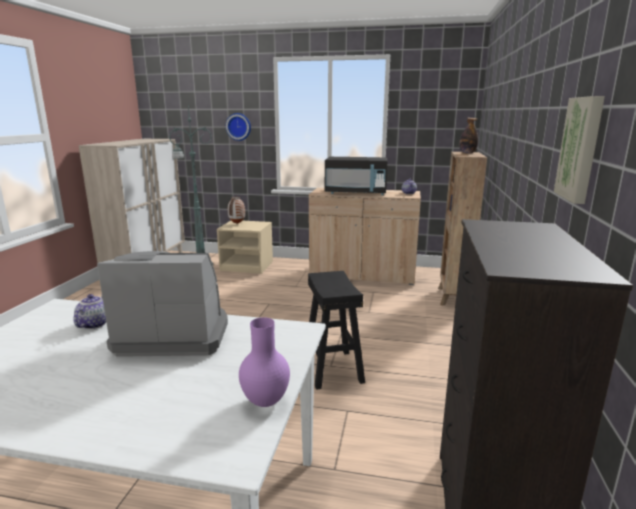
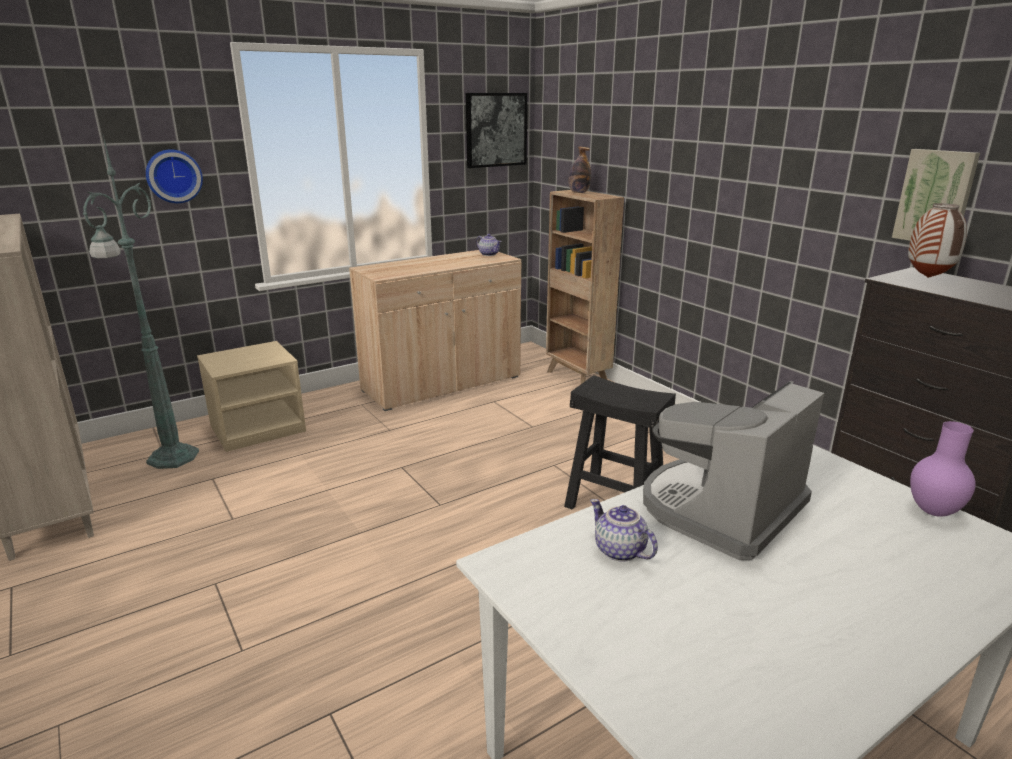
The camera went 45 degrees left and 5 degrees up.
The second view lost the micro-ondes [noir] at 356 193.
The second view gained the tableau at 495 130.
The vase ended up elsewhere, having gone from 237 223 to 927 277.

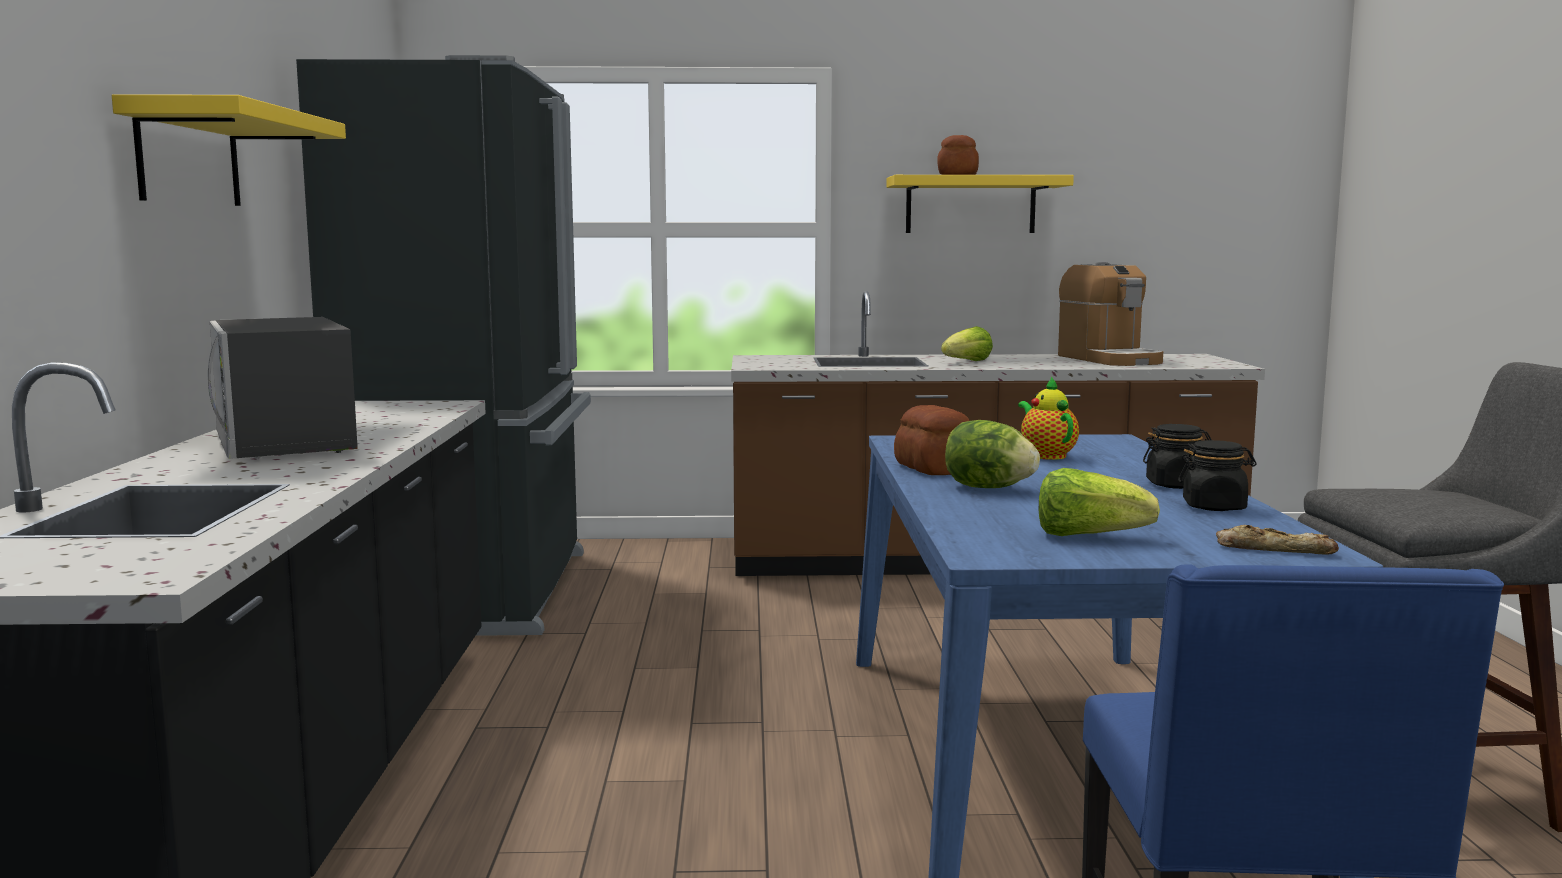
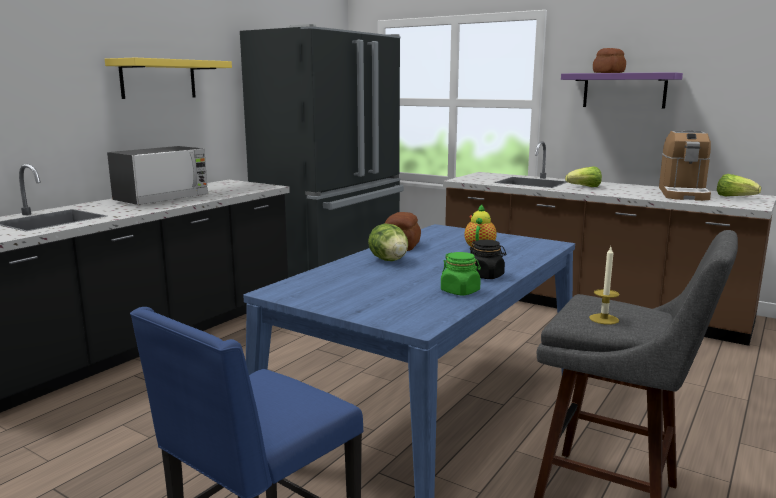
The camera went 35 degrees right and 5 degrees up.
The second view lost the pain at 1275 550.
The second view gained the bougie at 604 319.
The laitue ended up elsewhere, having gone from 1088 536 to 734 197.
What was the étagère [jaune] at 970 205 turned into the étagère [violet] at 624 90.
What was the bocal [noir] at 1214 507 turned into the bocal [vert] at 460 291.
The micro-ondes at 285 443 ended up facing another way, 150 degrees counterclockwise from before.

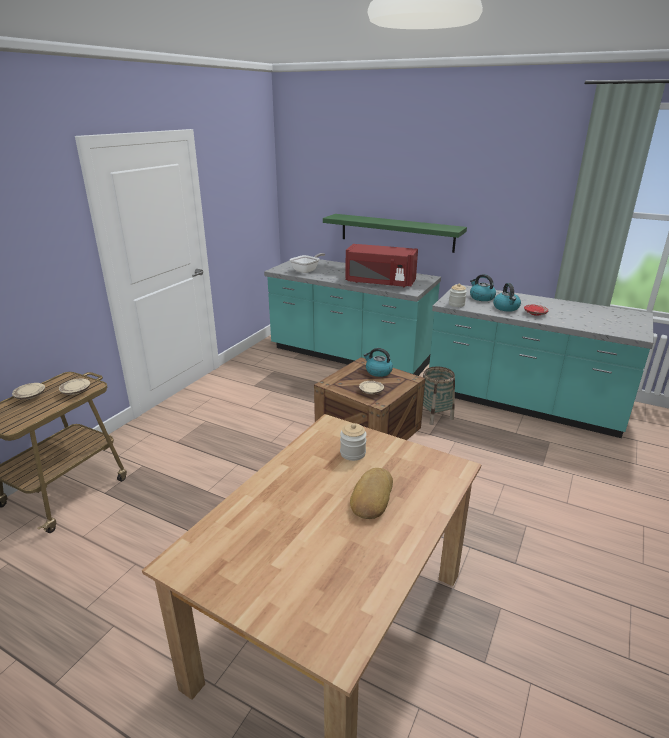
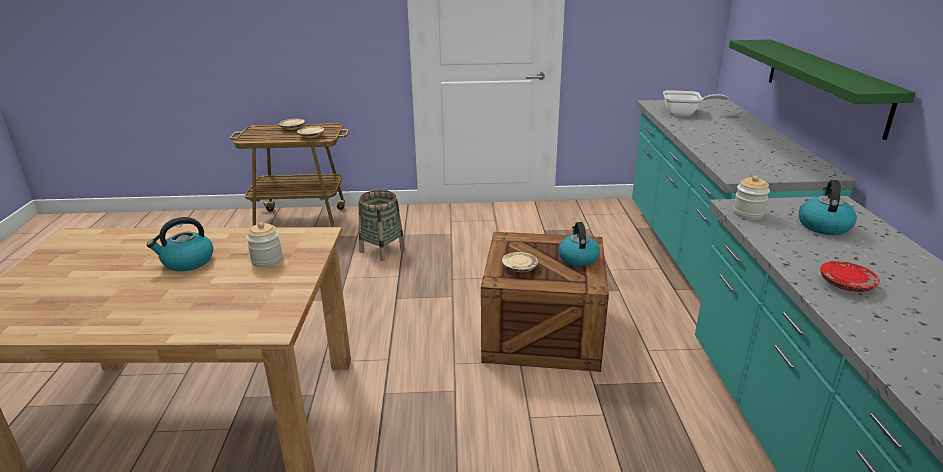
The camera went 60 degrees right and 0 degrees up.
The second view lost the micro-ondes [rouge] at 379 283.
The second view lost the pain at 370 497.
The panier ended up elsewhere, having gone from 435 415 to 382 250.
The bouilloire ended up elsewhere, having gone from 506 308 to 187 262.

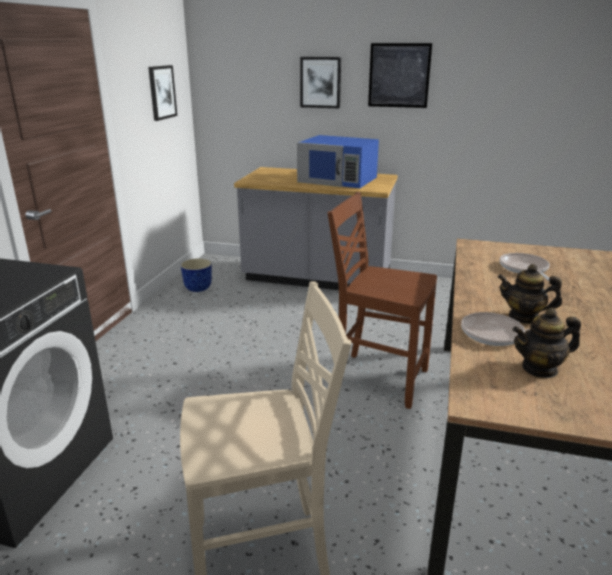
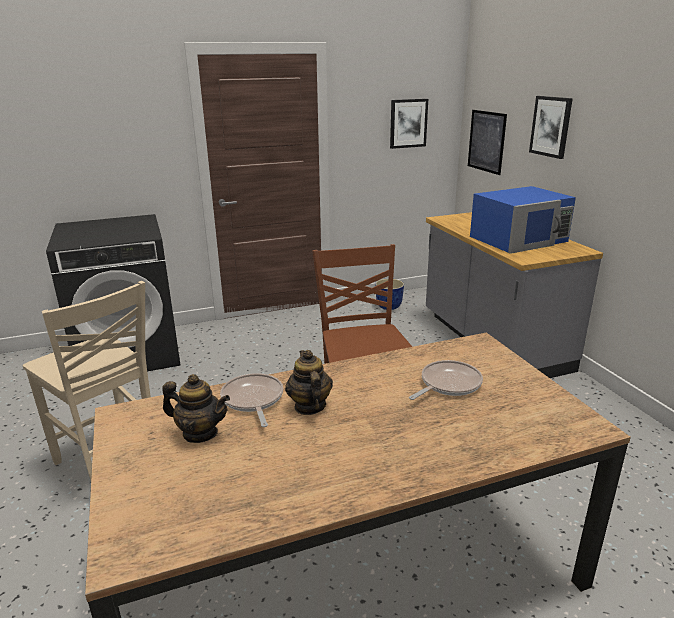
The camera went 55 degrees right and 0 degrees up.
The tableau ended up elsewhere, having gone from 399 75 to 486 141.
The micro-ondes [bleu] at 338 179 ended up facing another way, 105 degrees counterclockwise from before.
The théière at 540 369 ended up facing another way, 150 degrees clockwise from before.

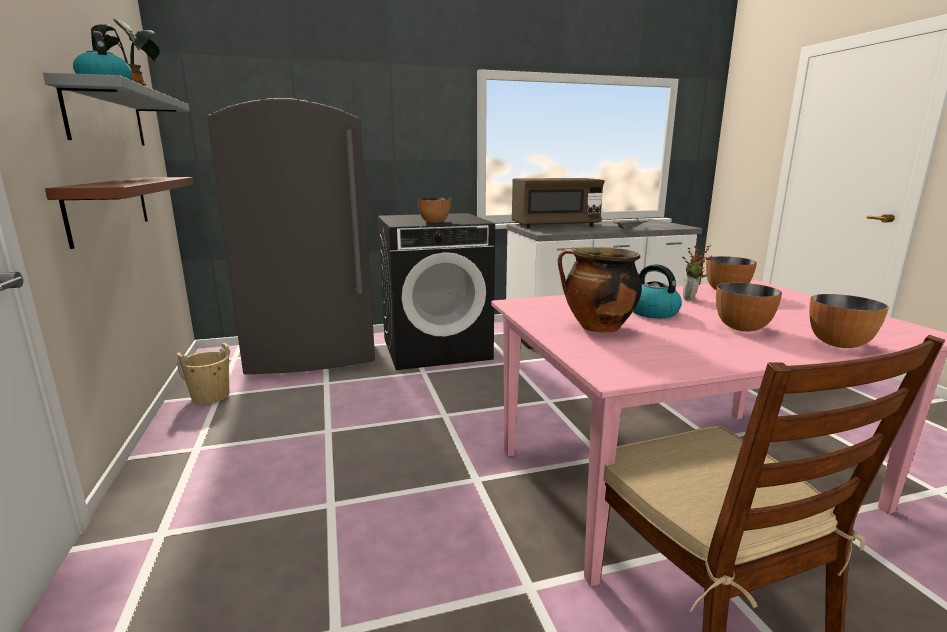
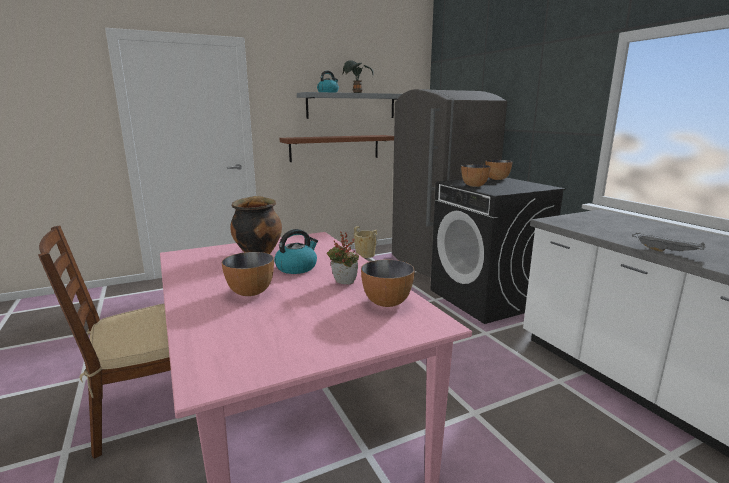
The camera went 80 degrees right and 0 degrees up.
The second view lost the micro-ondes [marron] at 555 225.
The bol ended up elsewhere, having gone from 838 344 to 497 179.

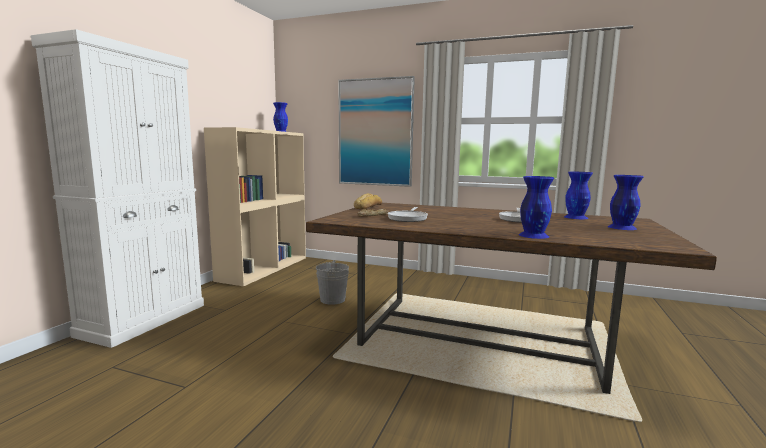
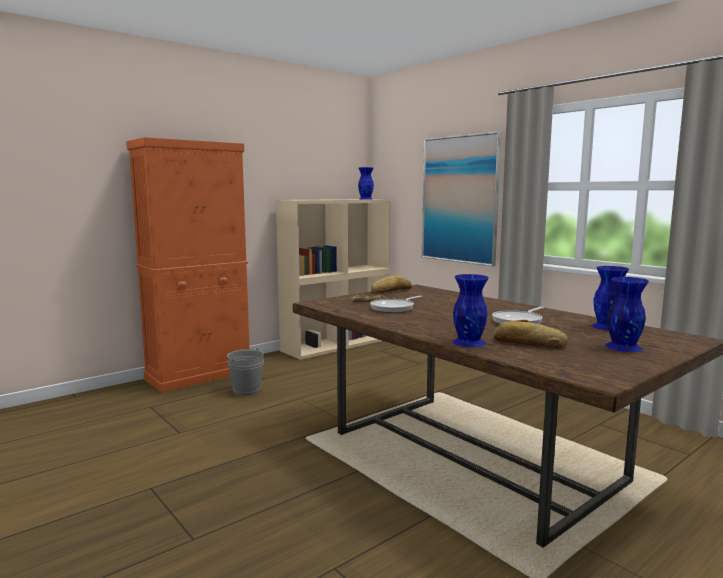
The camera went 30 degrees right and 0 degrees up.
The second view gained the pain at 528 343.
The seau [gris] ended up elsewhere, having gone from 332 299 to 247 391.
What was the meuble de rangement [blanc] at 144 319 turned into the meuble de rangement [orange] at 199 375.

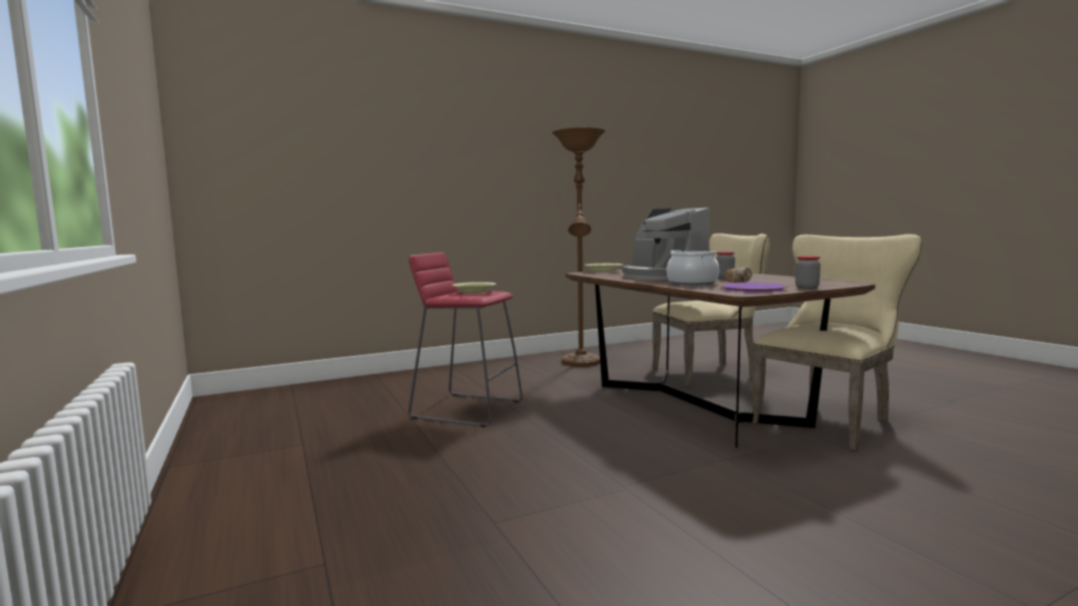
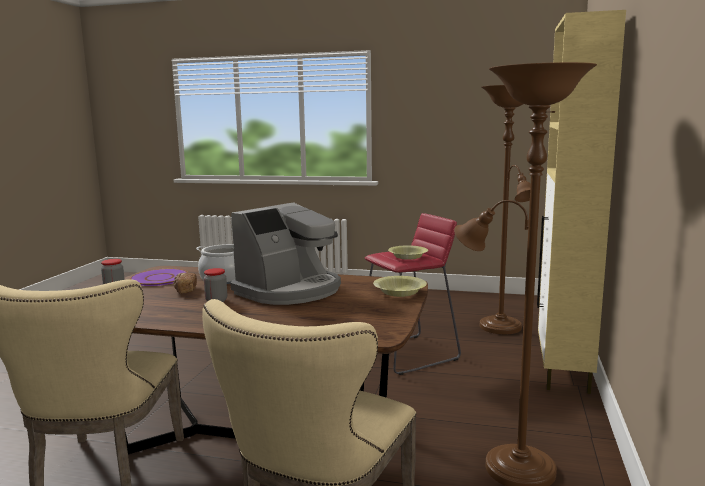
The camera went 130 degrees right and 5 degrees up.
The second view gained the lampadaire [marron] at 503 329.
The second view gained the meuble de rangement [beige] at 563 371.
The machine à café at 662 276 ended up facing another way, 120 degrees clockwise from before.

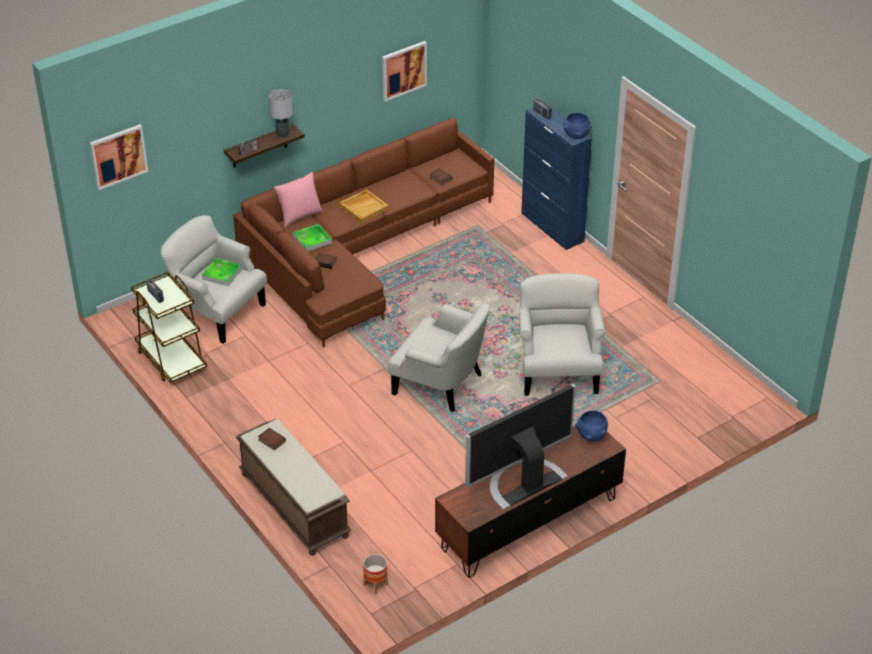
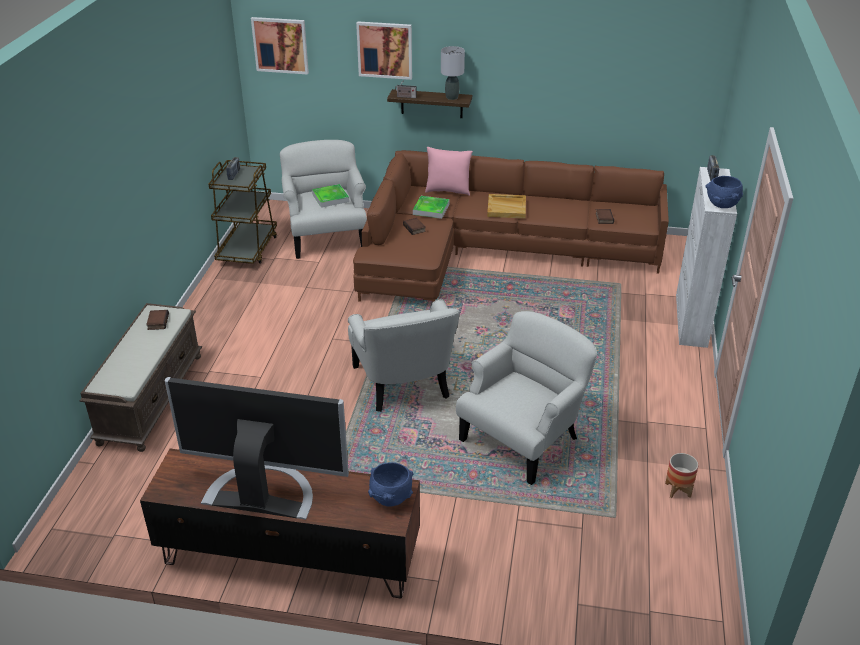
The camera went 45 degrees right and 5 degrees down.
The cache-pot ended up elsewhere, having gone from 375 584 to 678 490.
The tableau ended up elsewhere, having gone from 403 70 to 385 50.
What was the meuble de rangement [bleu] at 552 227 turned into the meuble de rangement [blanc] at 691 320.

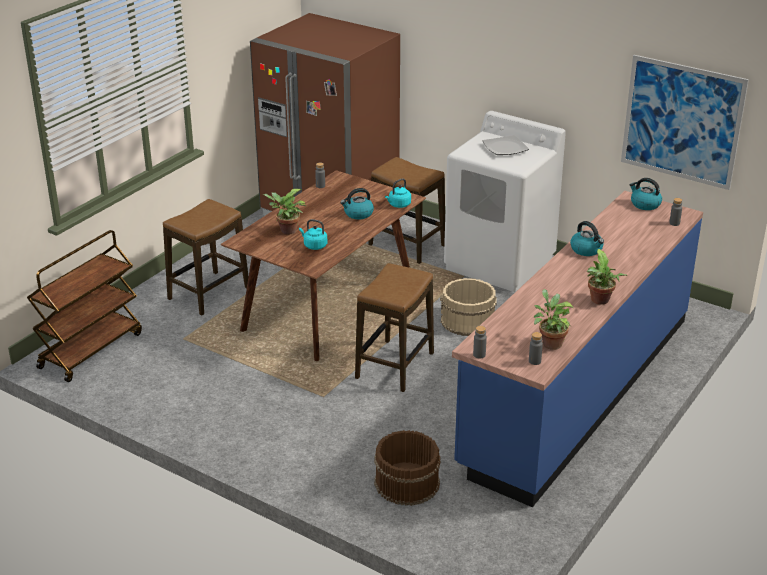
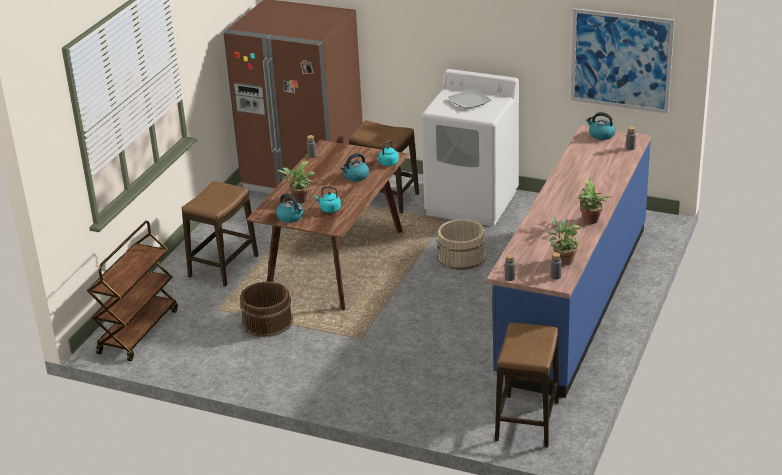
The camera went 10 degrees left and 0 degrees up.
The tabouret ended up elsewhere, having gone from 395 366 to 527 421.
The seau [marron] ended up elsewhere, having gone from 406 483 to 266 322.
The bouilloire ended up elsewhere, having gone from 586 250 to 291 217.

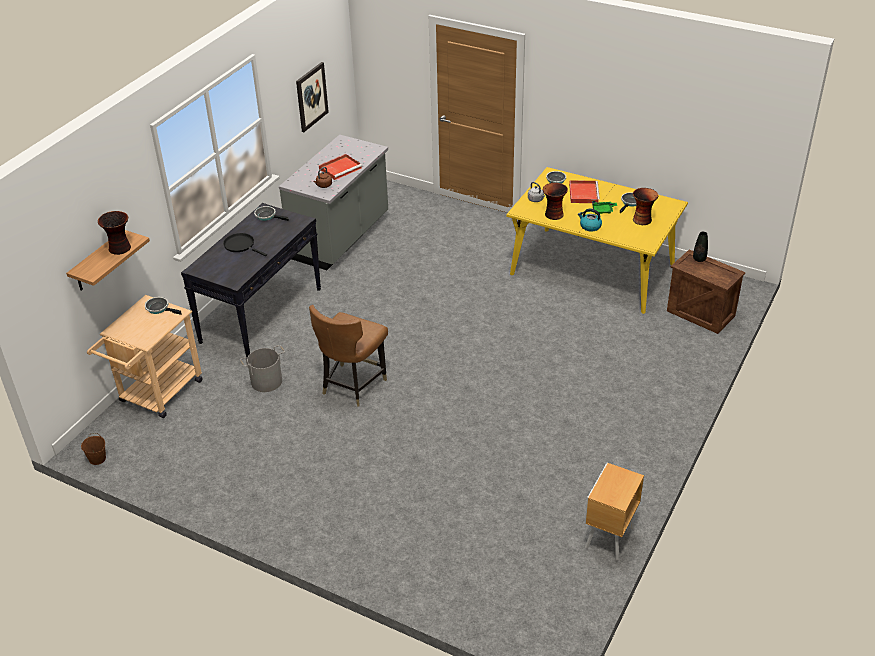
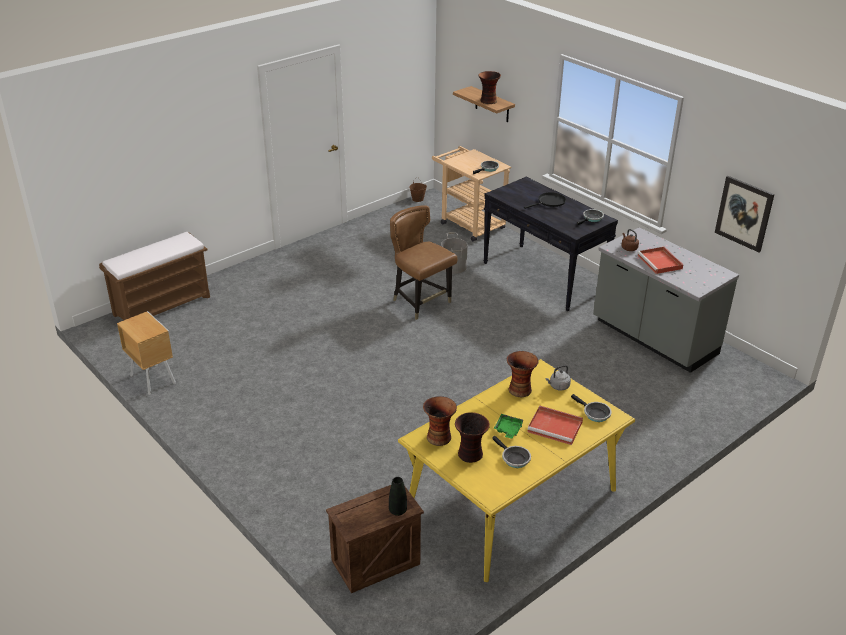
The camera went 110 degrees right and 5 degrees down.
The second view lost the bouilloire at 590 226.
The second view gained the banc [marron] at 163 305.
The second view gained the vase at 439 437.

